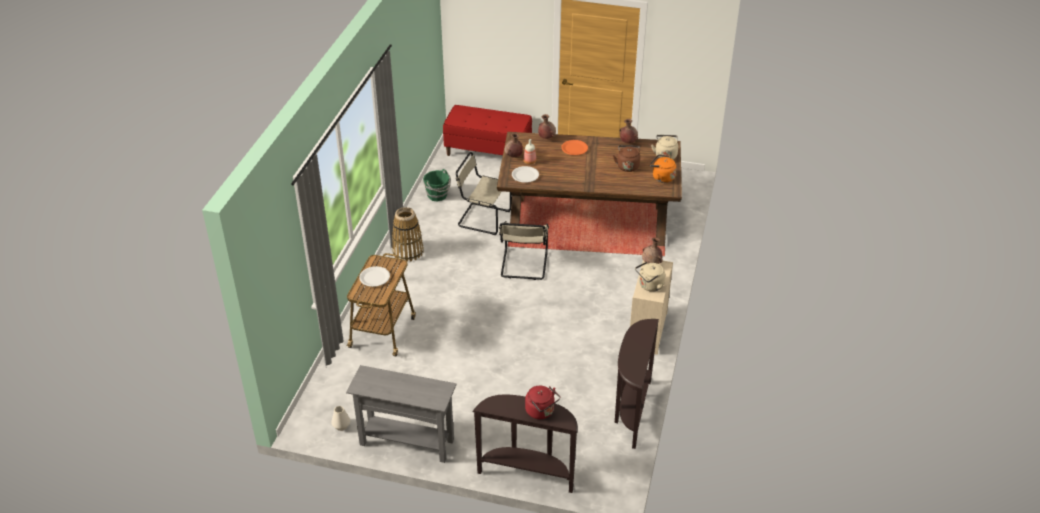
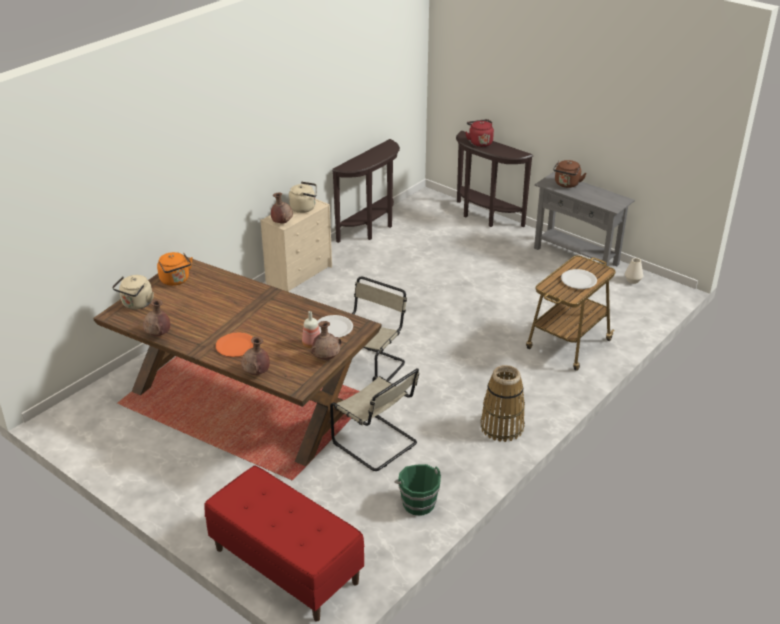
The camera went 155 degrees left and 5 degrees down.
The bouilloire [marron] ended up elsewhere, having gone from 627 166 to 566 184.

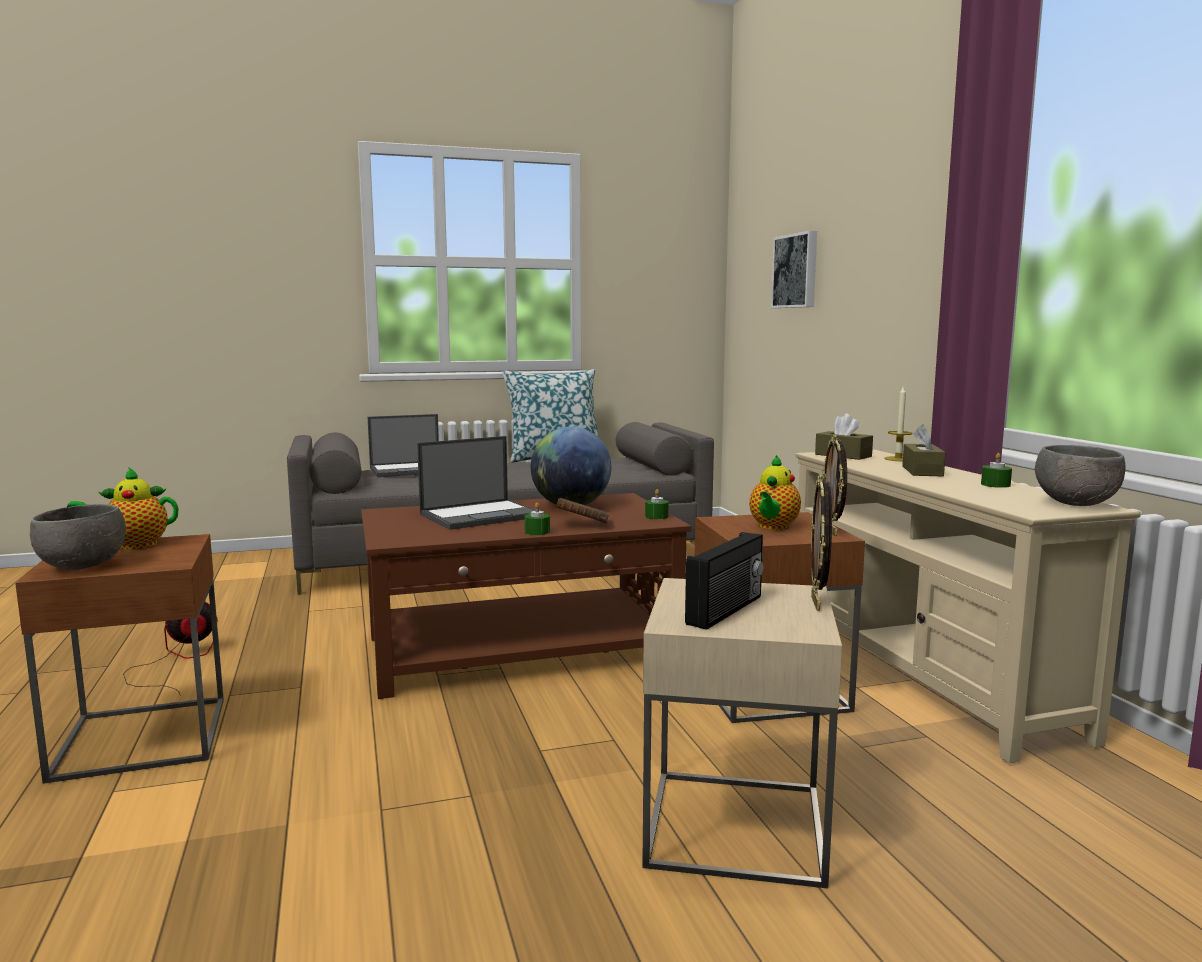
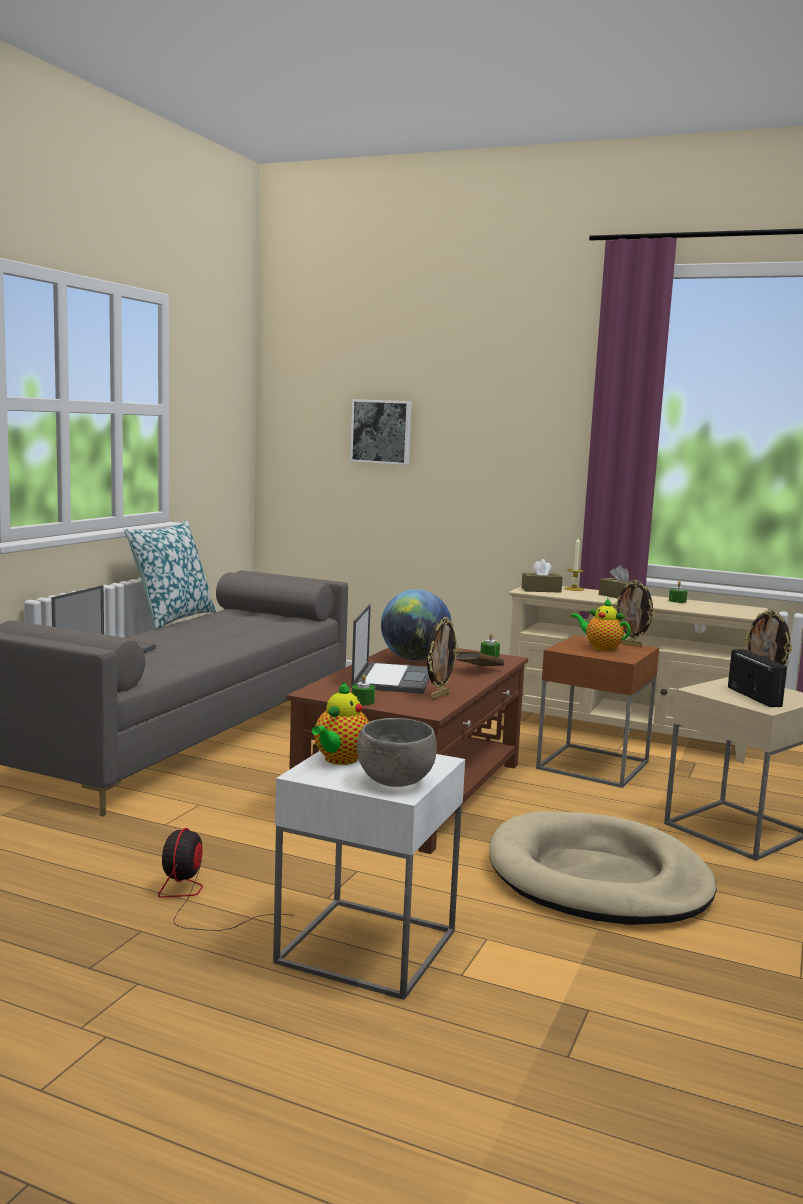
The camera went 50 degrees left and 0 degrees up.
The second view lost the bol [gris] at 1074 503.
The second view gained the cadre photo at 439 696.
The second view gained the panier pour chien [beige] at 597 878.
The bougie [vert] ended up elsewhere, having gone from 537 532 to 363 701.
What was the table d'appoint [marron] at 142 737 turned into the table d'appoint [blanc] at 367 946.
The théière at 773 527 ended up facing another way, 150 degrees clockwise from before.

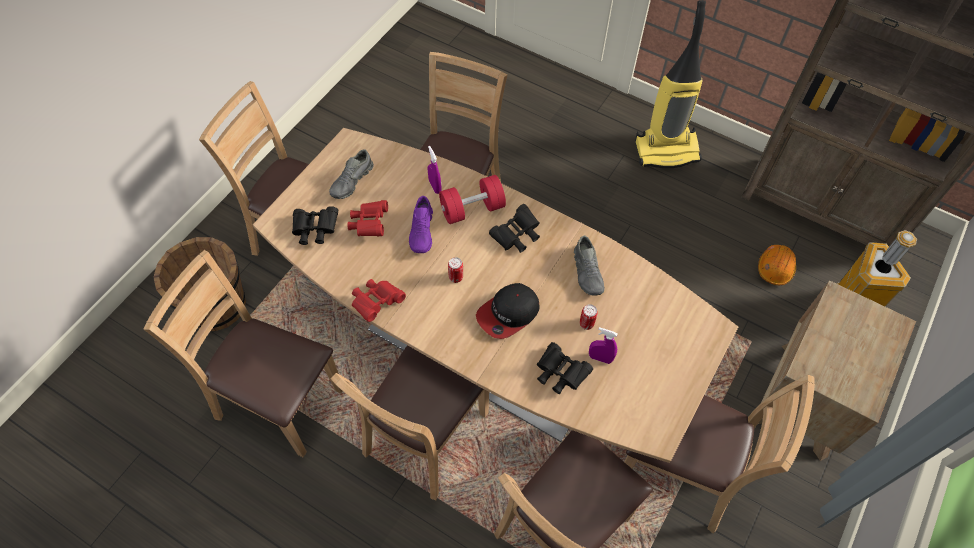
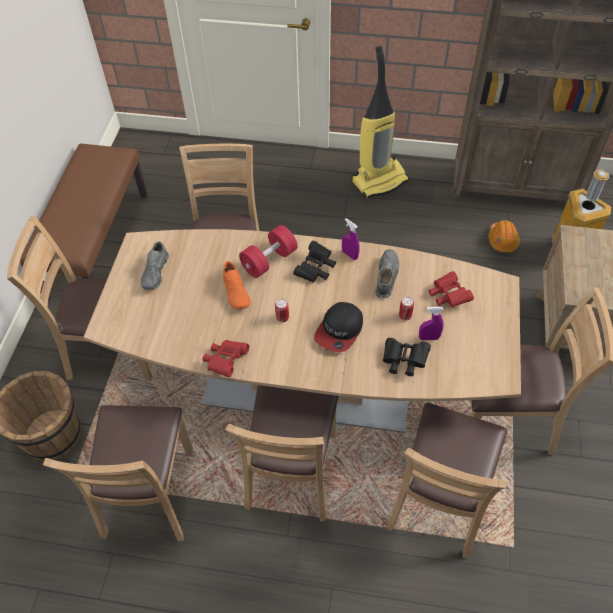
The camera went 20 degrees left and 5 degrees down.
The second view lost the jumelles [noir] at 315 230.
The second view gained the banc [marron] at 98 244.
The jumelles [rouge] ended up elsewhere, having gone from 369 224 to 448 296.
The vaporisateur [violet] ended up elsewhere, having gone from 435 186 to 350 255.
What was the chaussure [violet] at 422 232 turned into the chaussure [orange] at 236 292.
The chaise [marron] at 279 401 ended up facing another way, 90 degrees counterclockwise from before.
The chaussure [gris] at 588 272 ended up facing another way, 135 degrees counterclockwise from before.

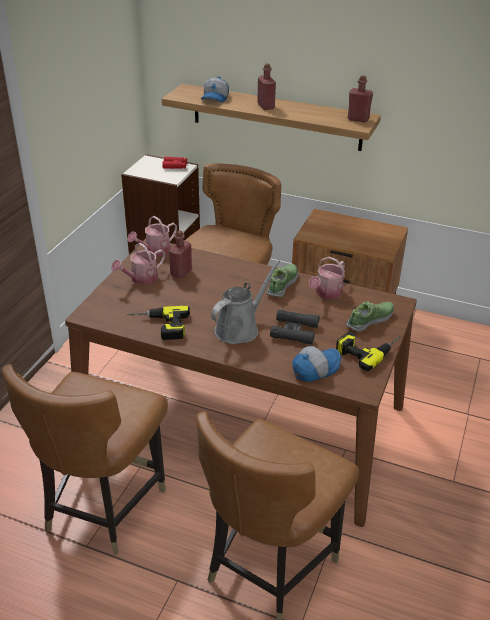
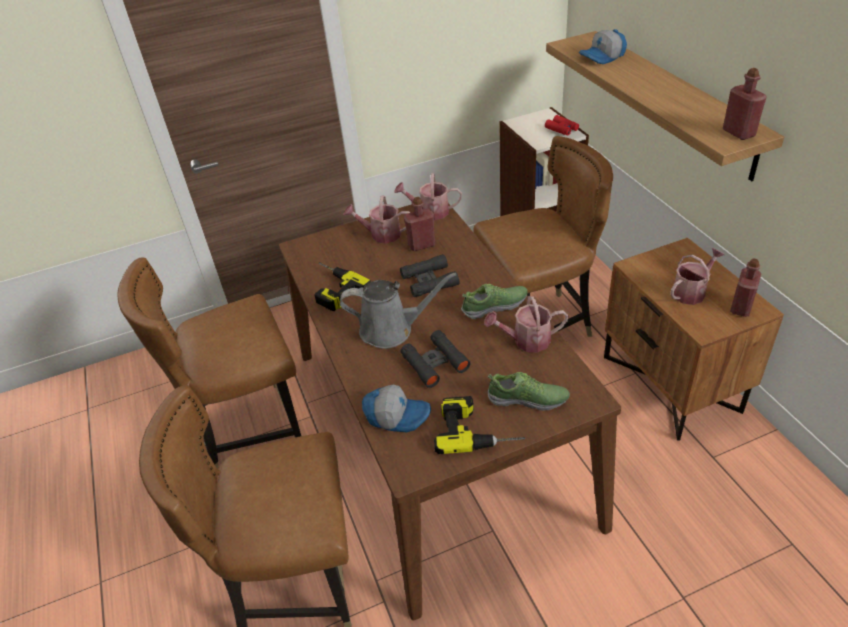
The camera went 50 degrees right and 5 degrees up.
The second view gained the jumelles [noir] at 429 281.
The second view gained the arrosoir at 691 291.
The bouteille [rouge] ended up elsewhere, having gone from 266 106 to 741 308.

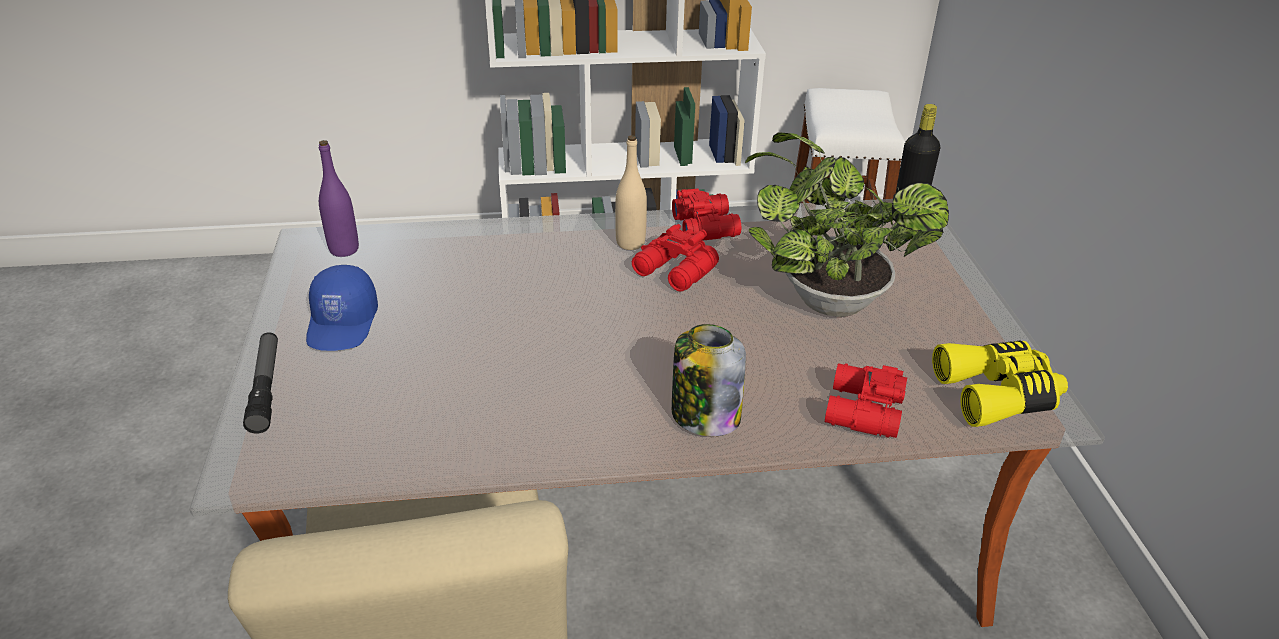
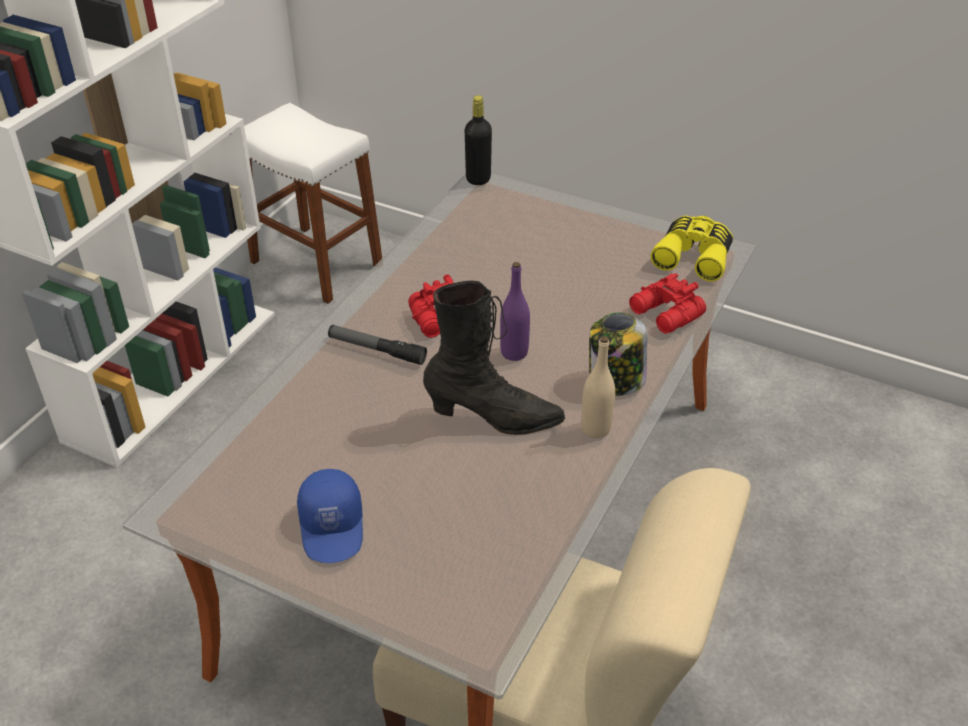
The camera went 55 degrees left and 5 degrees up.
The second view lost the jumelles [rouge] at 706 226.
The second view lost the plante en pot at 824 298.
The second view gained the botte [noir] at 494 418.
The lampe de poche ended up elsewhere, having gone from 265 388 to 376 350.
The bouteille [violet] ended up elsewhere, having gone from 344 249 to 514 352.
The bouteille [beige] ended up elsewhere, having gone from 630 243 to 595 429.
The casquette [bleu] at 344 324 ended up facing another way, 45 degrees clockwise from before.

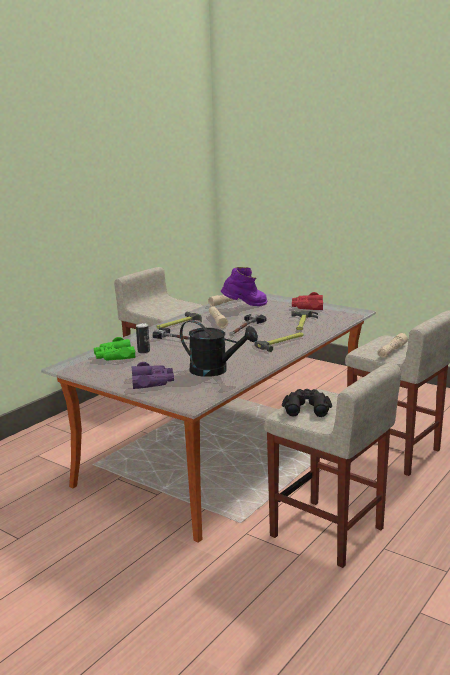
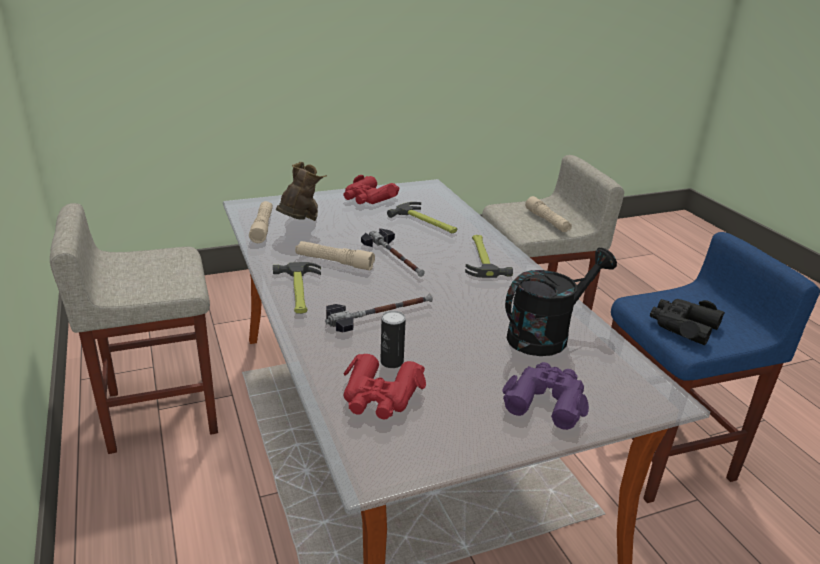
The camera went 60 degrees left and 10 degrees up.
What was the jumelles [vert] at 114 356 turned into the jumelles [rouge] at 380 396.
What was the botte [violet] at 245 306 turned into the botte [marron] at 301 225.
What was the tabouret [beige] at 328 533 turned into the tabouret [bleu] at 663 456.

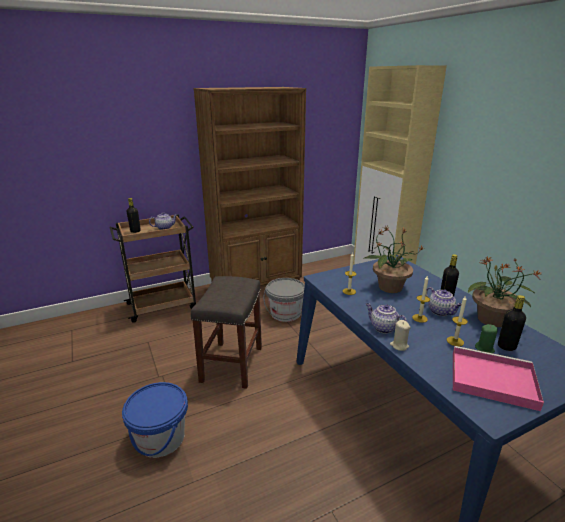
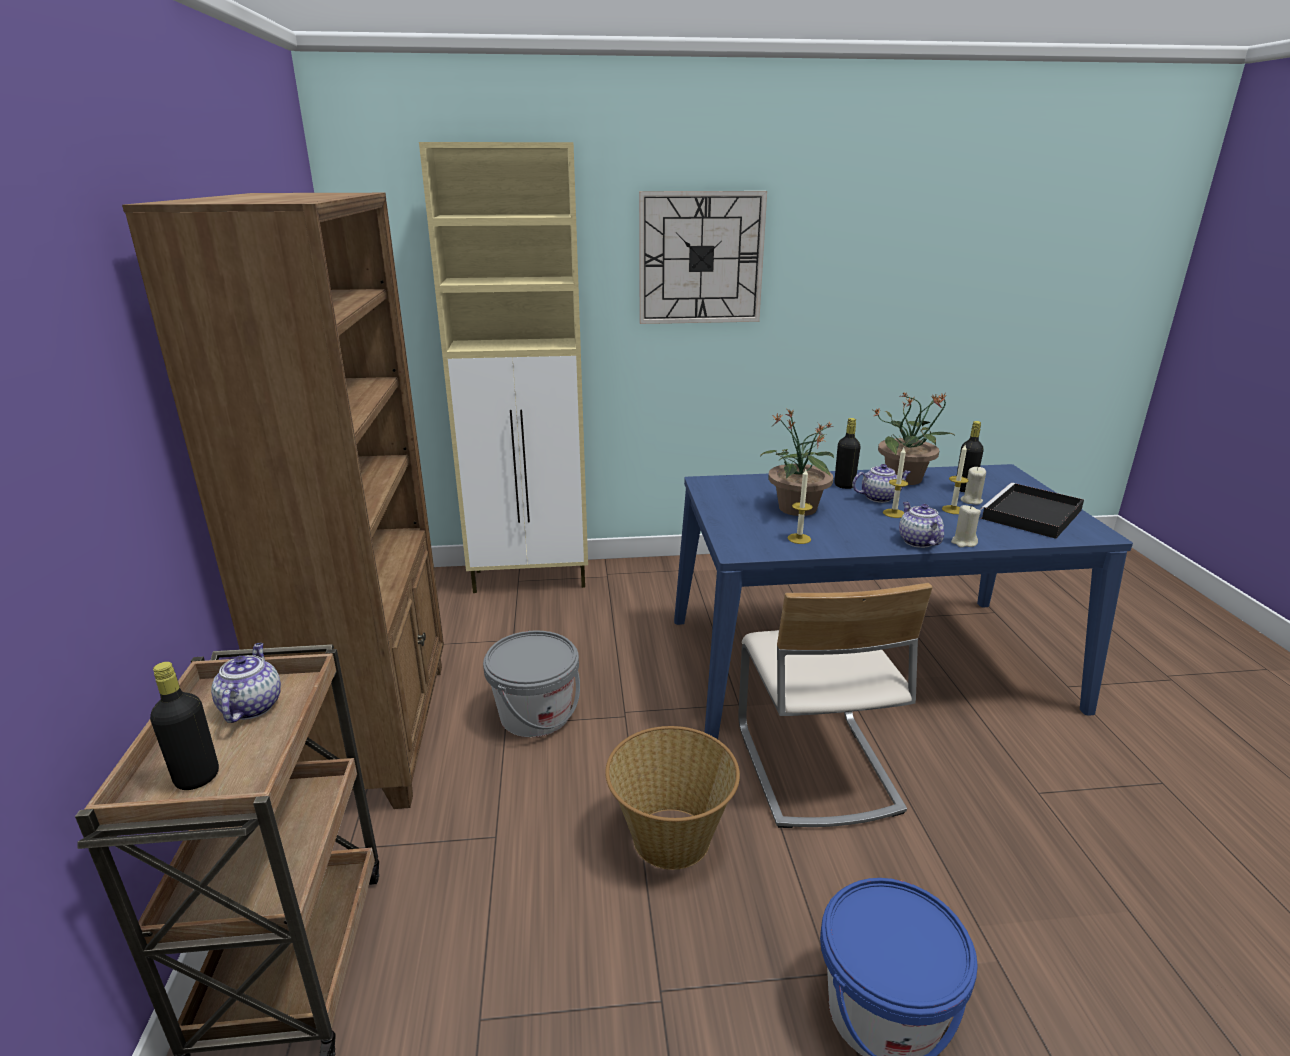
The camera went 70 degrees left and 0 degrees up.
The second view gained the horloge murale at 701 258.
The second view gained the chaise [beige] at 814 767.
Where the tabouret [gris] stood at 231 363, the panier came to stand at 671 839.
What was the plateau [rose] at 490 379 turned into the plateau [noir] at 1031 515.
What was the bougie [vert] at 484 349 turned into the bougie [beige] at 971 501.
The théière at 383 328 ended up facing another way, 105 degrees clockwise from before.

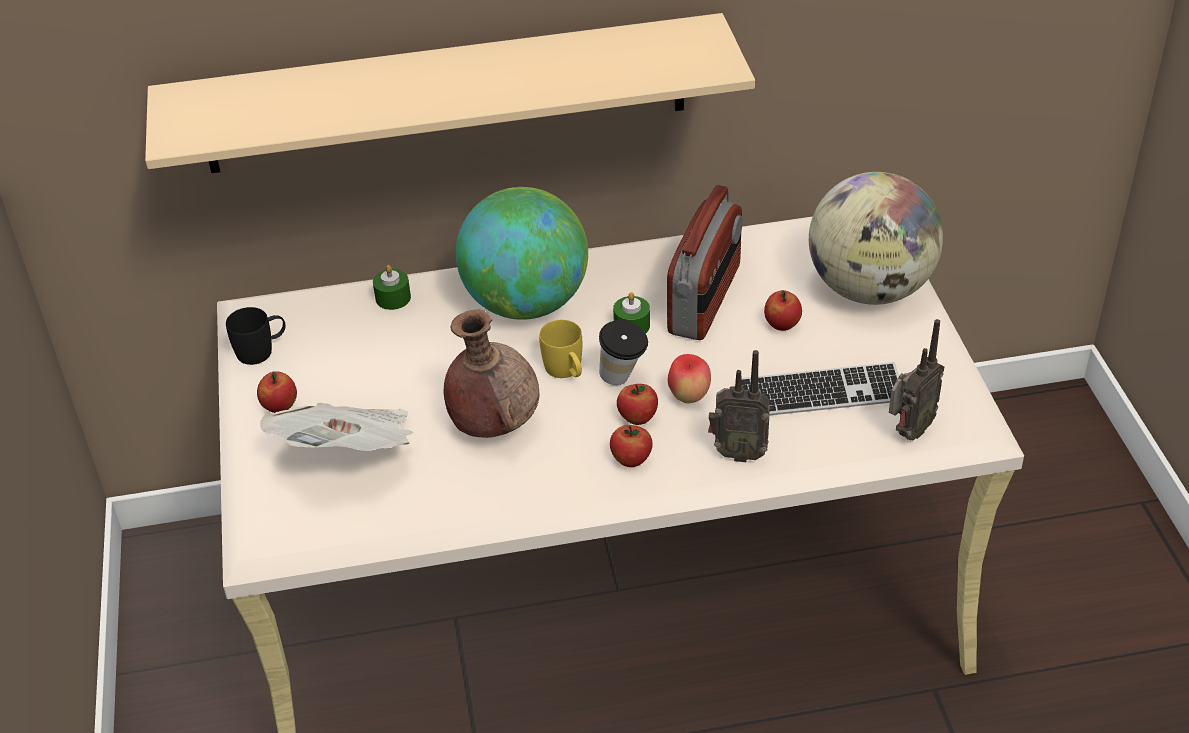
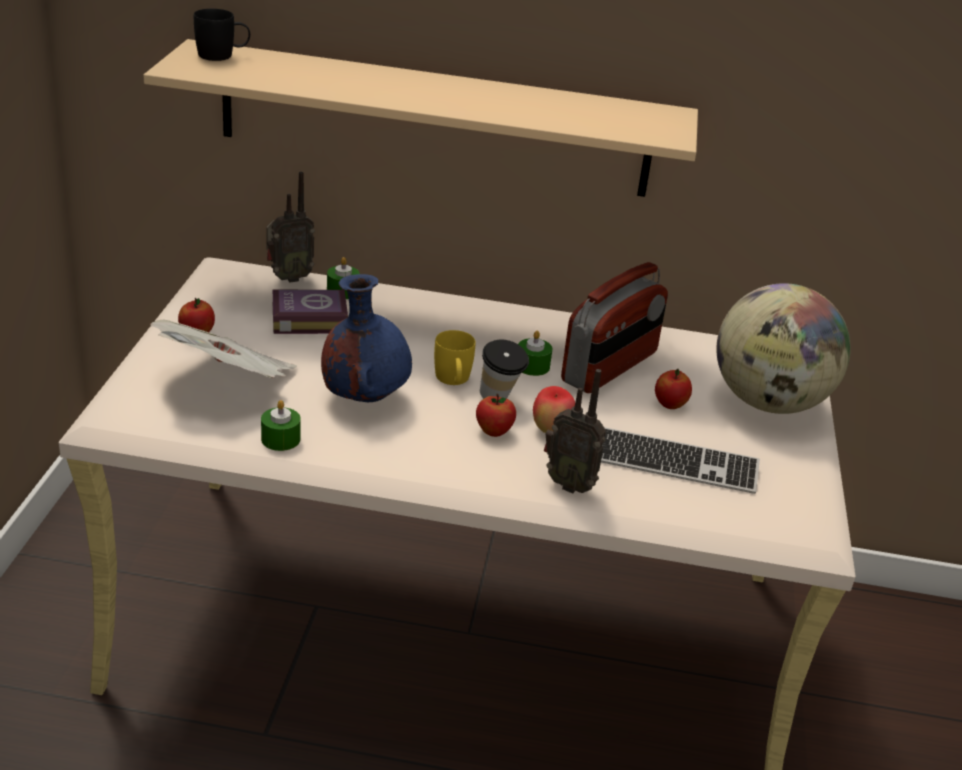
The camera went 15 degrees right and 10 degrees down.
The second view lost the globe at 525 303.
The second view lost the pomme at 631 460.
The second view gained the bougie [vert] at 280 439.
The second view gained the livre at 307 318.
The mug [noir] ended up elsewhere, having gone from 262 350 to 222 55.
The radio ended up elsewhere, having gone from 908 432 to 288 278.
What was the vase [marron] at 493 424 turned into the vase [bleu] at 364 398.

